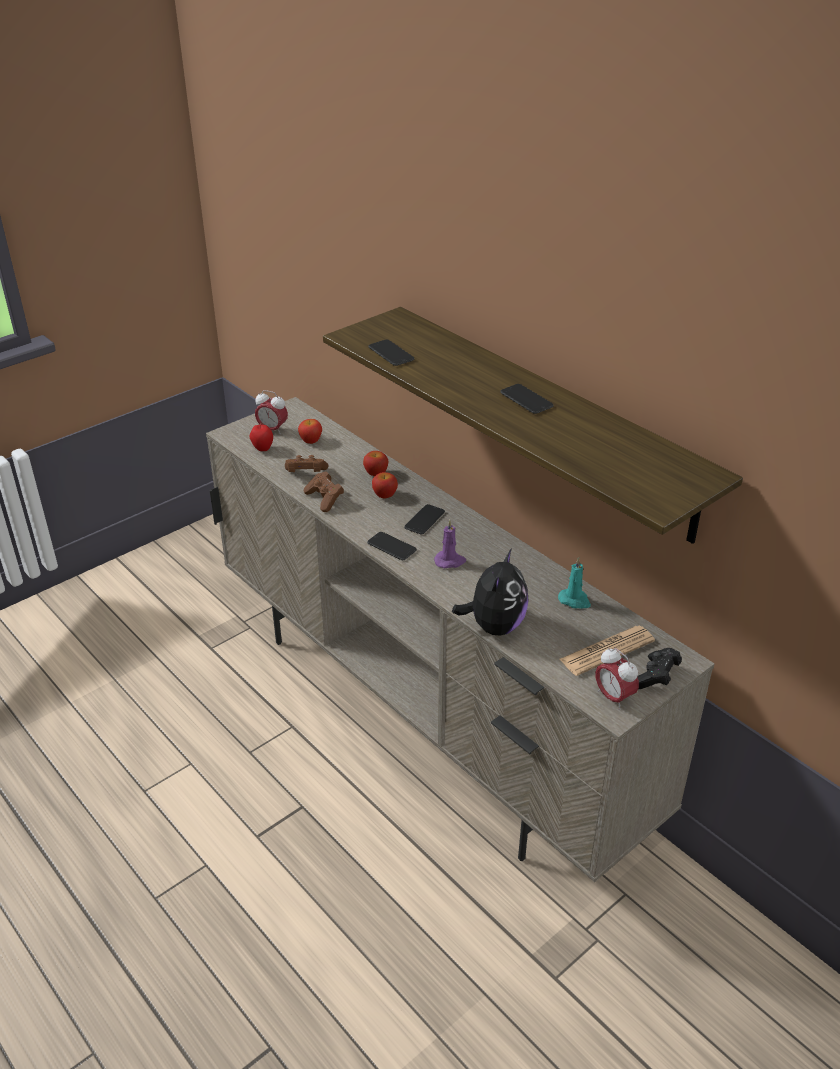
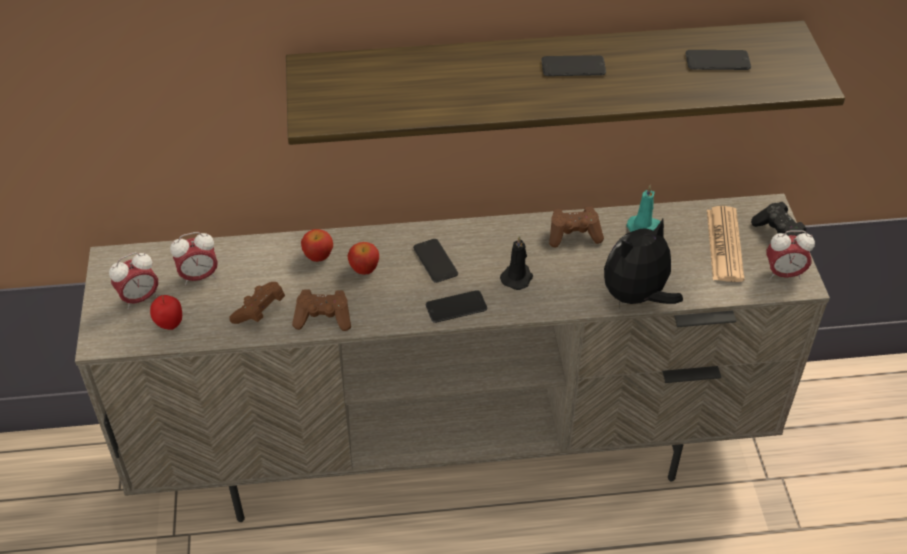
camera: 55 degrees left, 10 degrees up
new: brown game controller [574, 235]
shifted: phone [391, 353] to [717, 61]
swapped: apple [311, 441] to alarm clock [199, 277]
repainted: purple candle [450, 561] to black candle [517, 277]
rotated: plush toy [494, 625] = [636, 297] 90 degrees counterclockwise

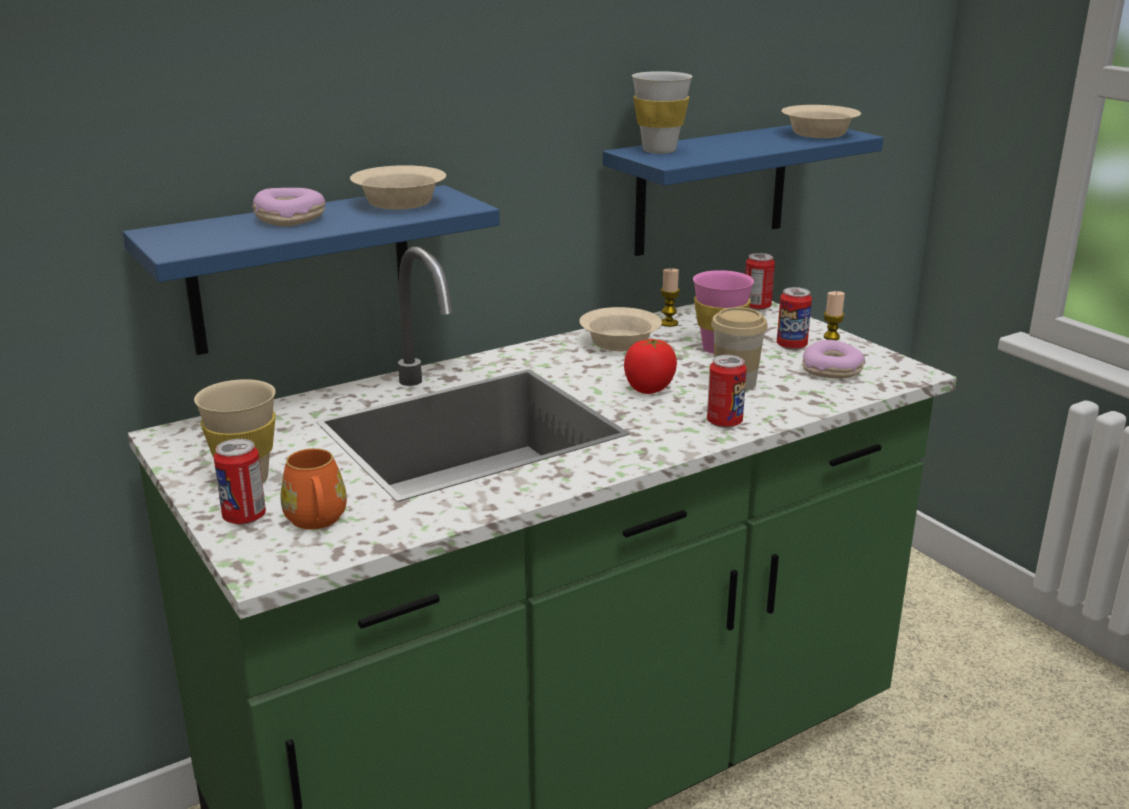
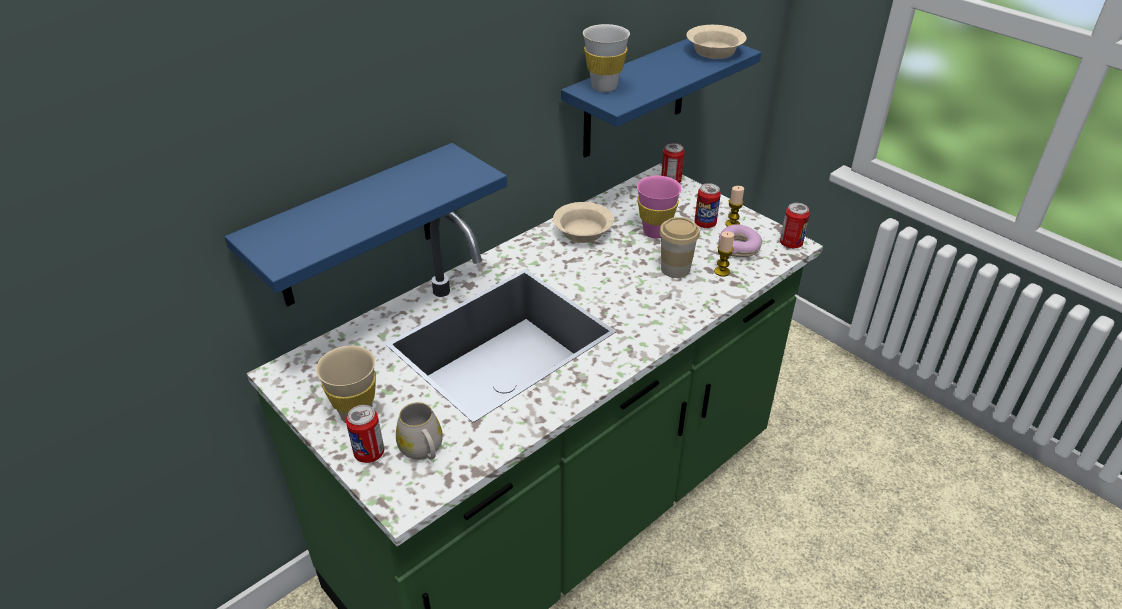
camera: 10 degrees left, 15 degrees up
gone: donut [289, 218]; beige bowl [401, 202]; tomato [648, 389]
shifted: candle [668, 323] to [722, 271]; can [724, 422] to [791, 244]
repainted: orange mug [317, 521] to white mug [423, 450]

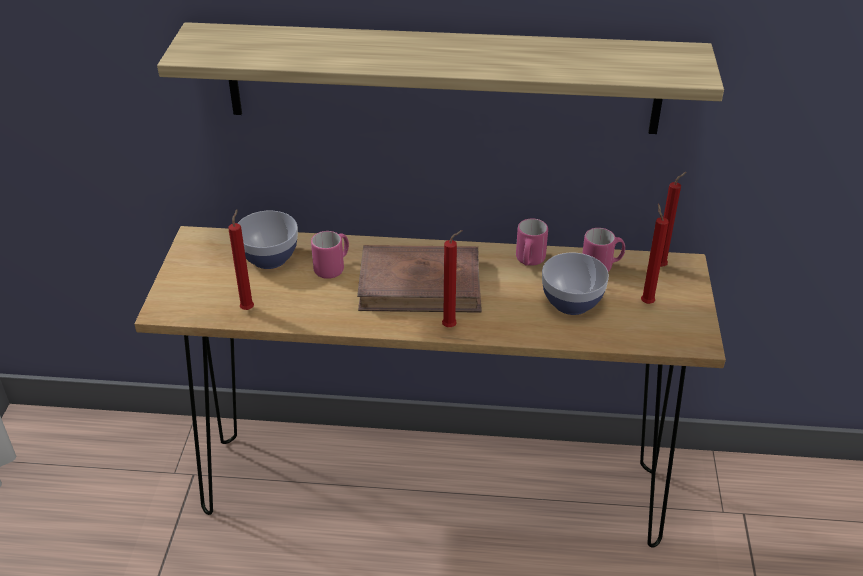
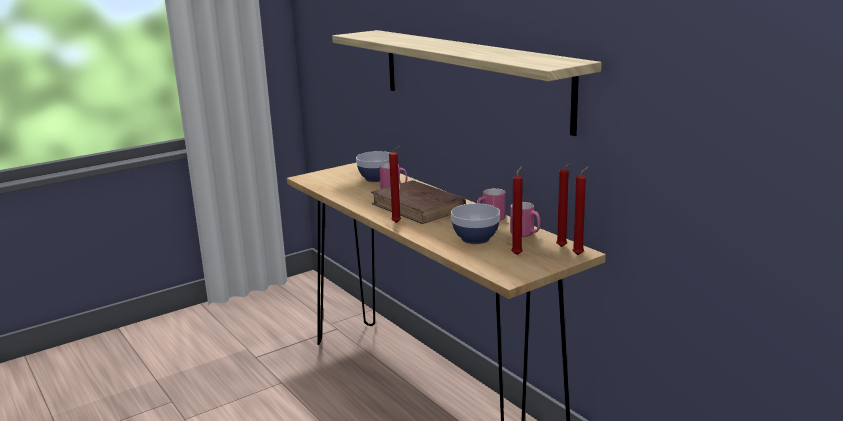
camera: 50 degrees right, 20 degrees down
shifted: red candle [248, 308] to [579, 254]

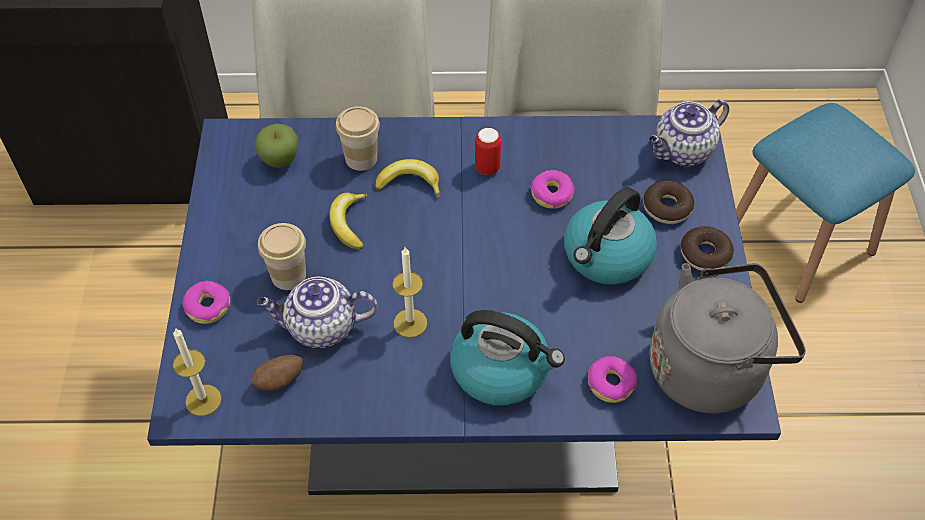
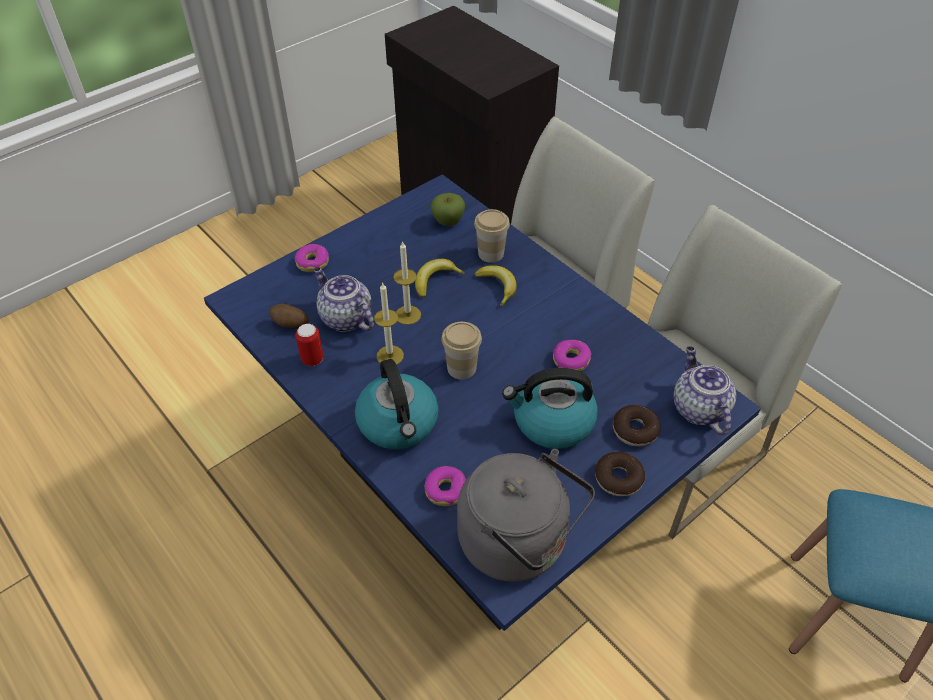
camera: 50 degrees right, 5 degrees down
shifted: candle [203, 400] to [408, 315]; cup [288, 276] to [461, 368]; can [487, 168] to [312, 359]
rotated: teapot [682, 152] = [698, 408] 60 degrees clockwise

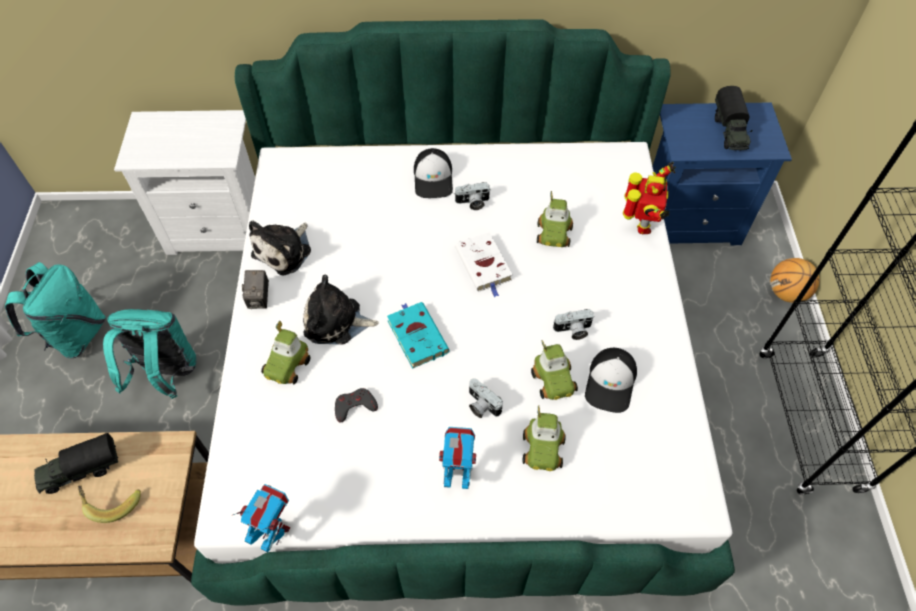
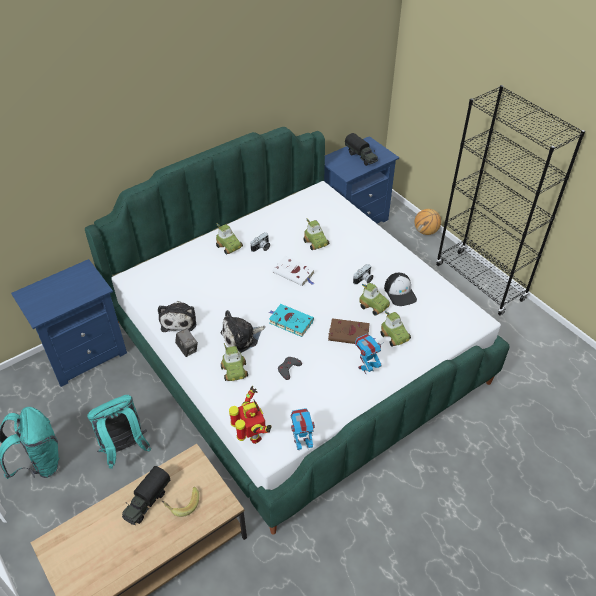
camera: 35 degrees left, 10 degrees down
shifted: toy robot [641, 225] to [252, 436]
swapped: cap [433, 179] to toy car [229, 246]; photo camera [481, 405] to brown book [350, 334]
repainted: white nightstand [220, 228] to blue nightstand [85, 354]

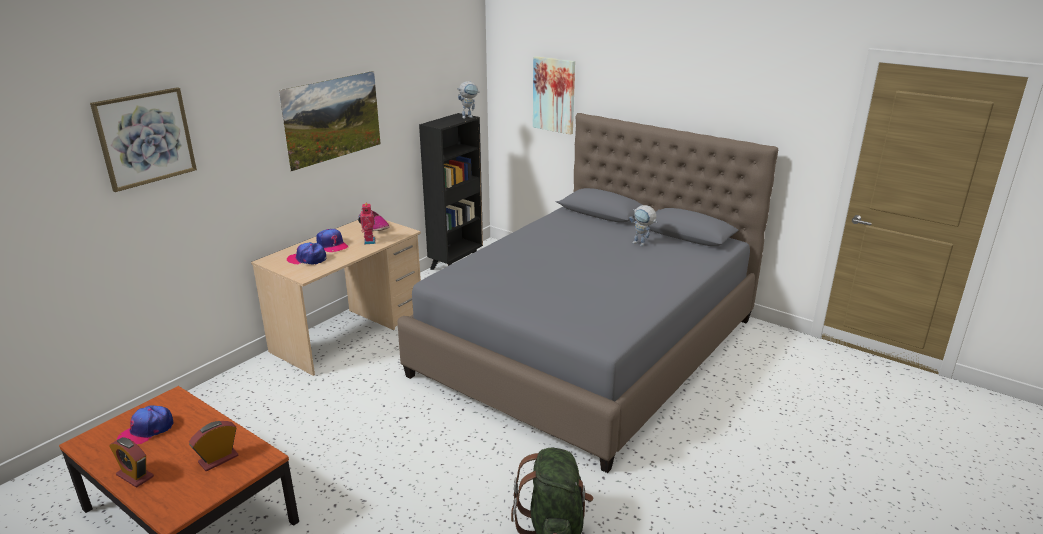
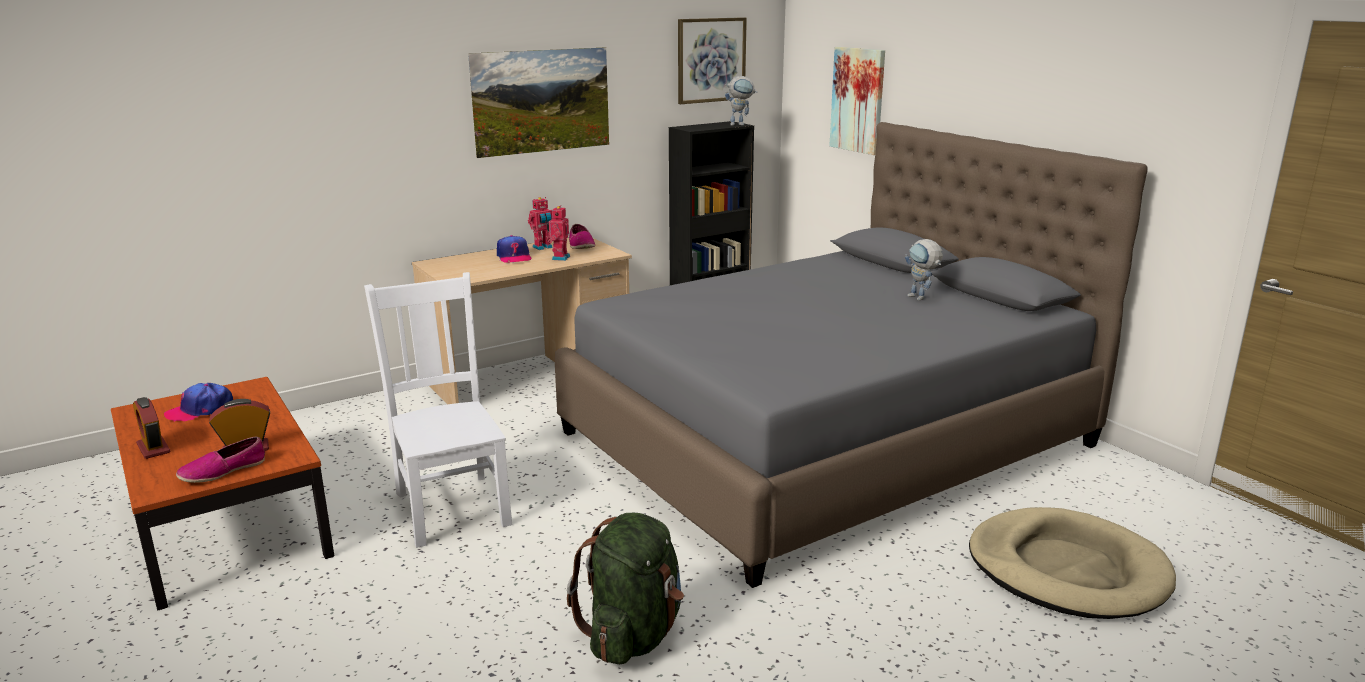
camera: 20 degrees right, 5 degrees down
gone: cap [307, 259]
new: shoe [223, 471]; white chair [452, 506]; toy robot [543, 247]; beige dog bed [1067, 570]
shifted: picture [145, 138] to [711, 60]

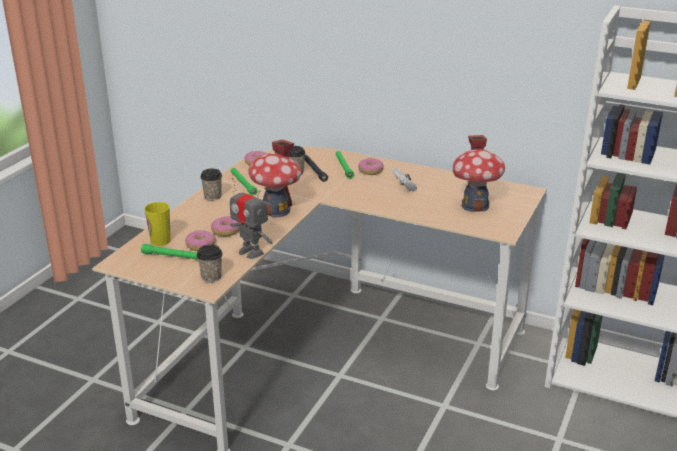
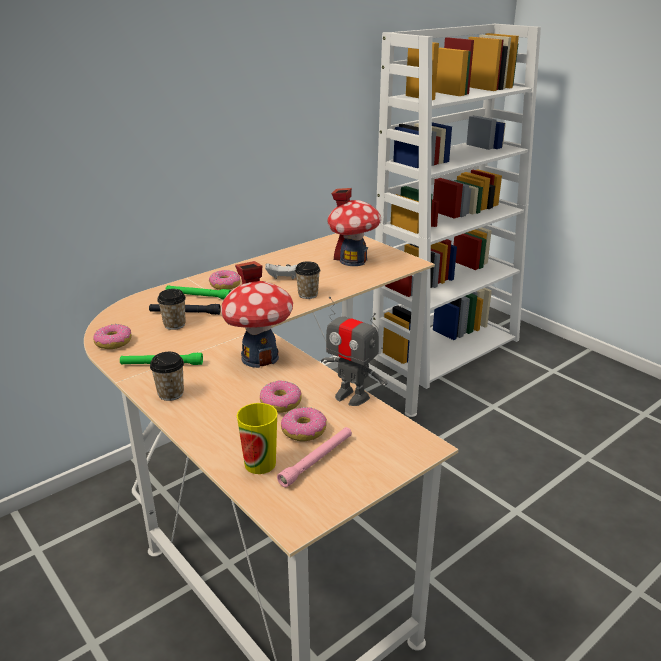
camera: 65 degrees left, 0 degrees up
shifted: cup [211, 277] to [308, 294]
repainted: green flashlight [173, 256] to pink flashlight [317, 460]
rotated: toy robot [251, 252] = [351, 396] 60 degrees clockwise

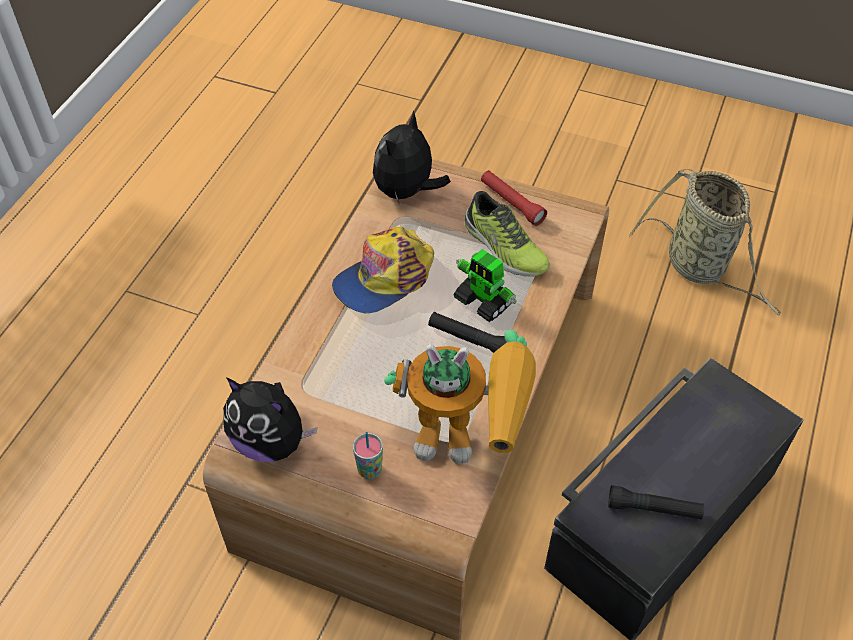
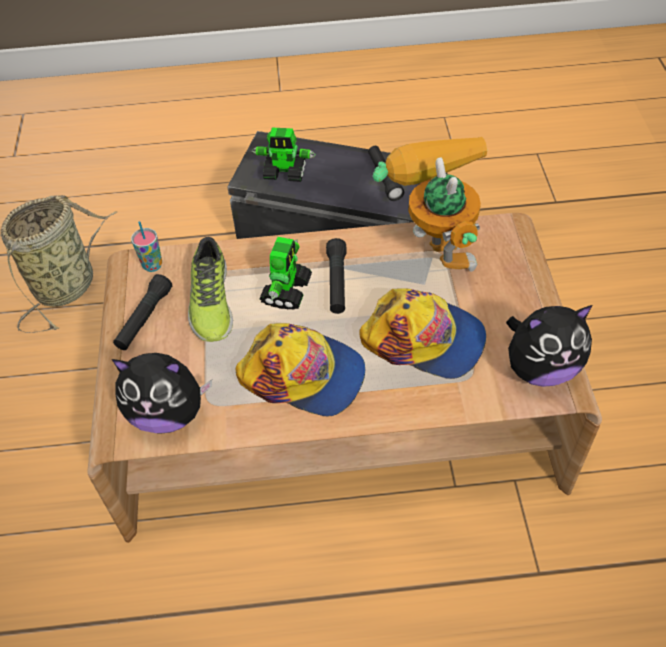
camera: 115 degrees left, 0 degrees up
new: toy robot [285, 173]; cap [424, 339]
shifted: cup [370, 470] to [152, 265]
repainted: red flashlight [512, 203] to black flashlight [144, 319]
rotated: plush toy [271, 442] = [540, 368] 75 degrees clockwise; shoe [504, 248] = [210, 302] 150 degrees clockwise

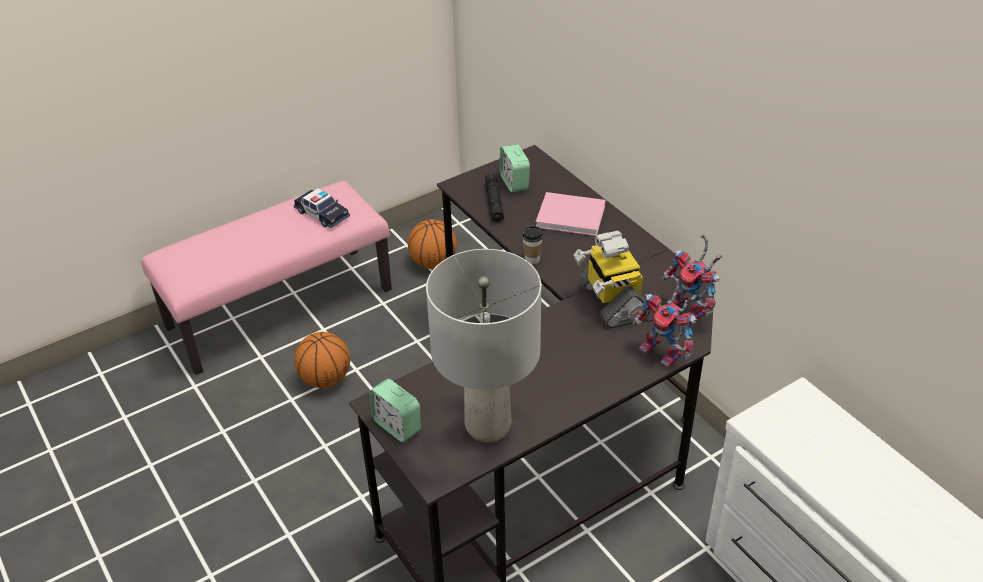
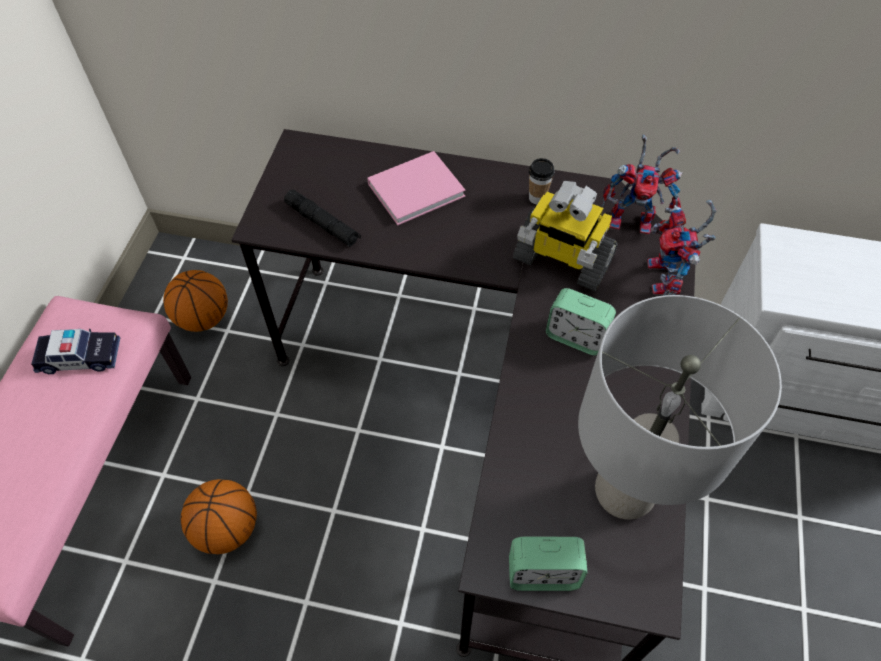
camera: 45 degrees left, 15 degrees up
shifted: alarm clock [514, 183] to [576, 336]; cup [532, 259] to [537, 198]
rotated: toy robot [665, 353] = [667, 281] 90 degrees clockwise

